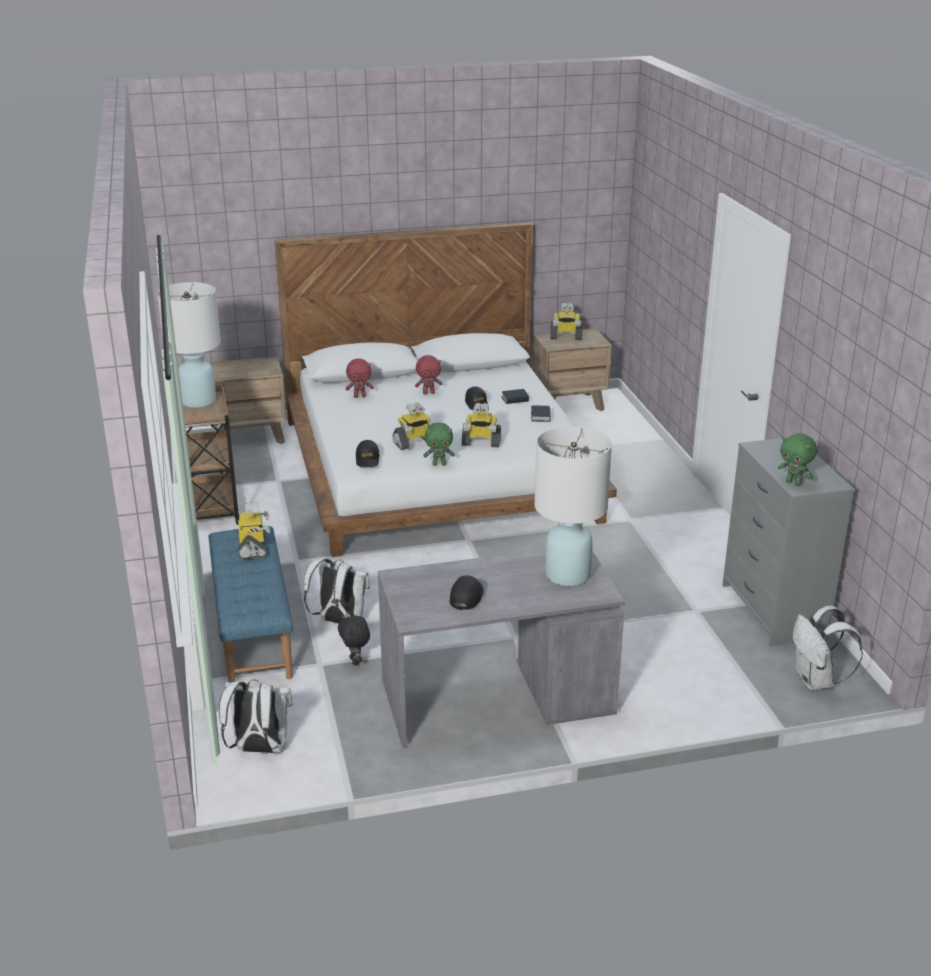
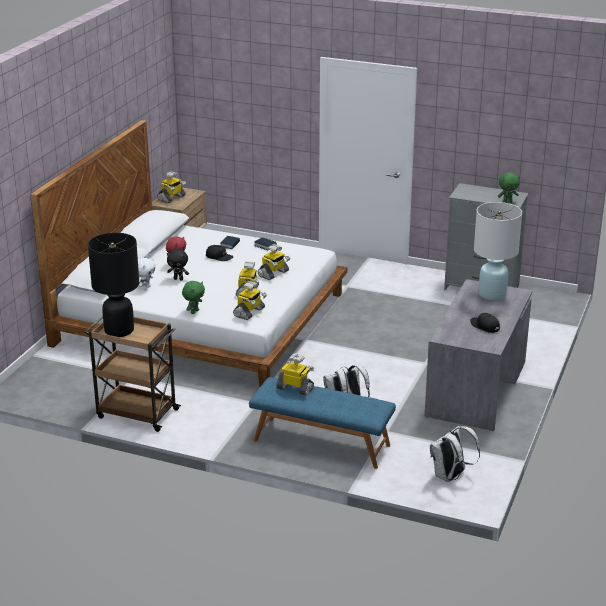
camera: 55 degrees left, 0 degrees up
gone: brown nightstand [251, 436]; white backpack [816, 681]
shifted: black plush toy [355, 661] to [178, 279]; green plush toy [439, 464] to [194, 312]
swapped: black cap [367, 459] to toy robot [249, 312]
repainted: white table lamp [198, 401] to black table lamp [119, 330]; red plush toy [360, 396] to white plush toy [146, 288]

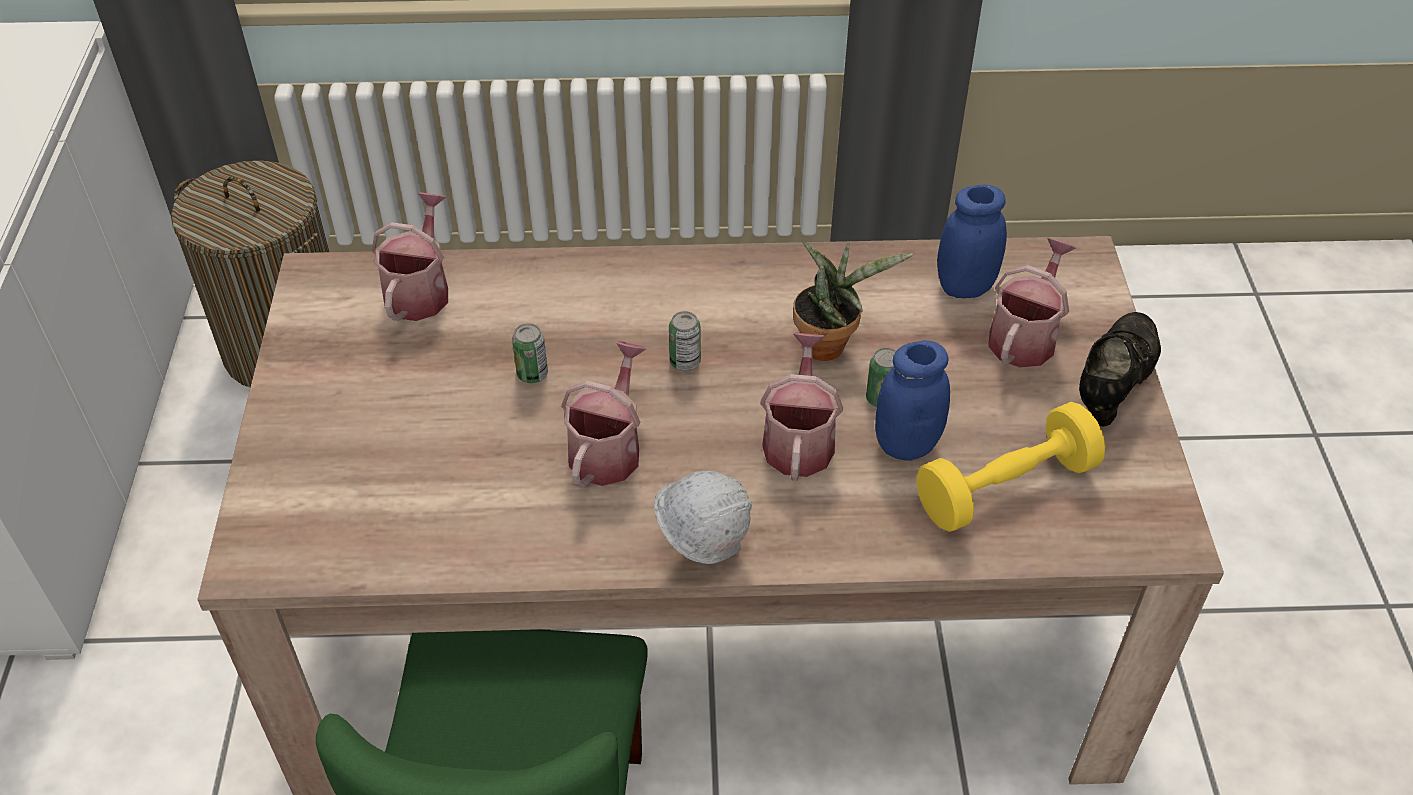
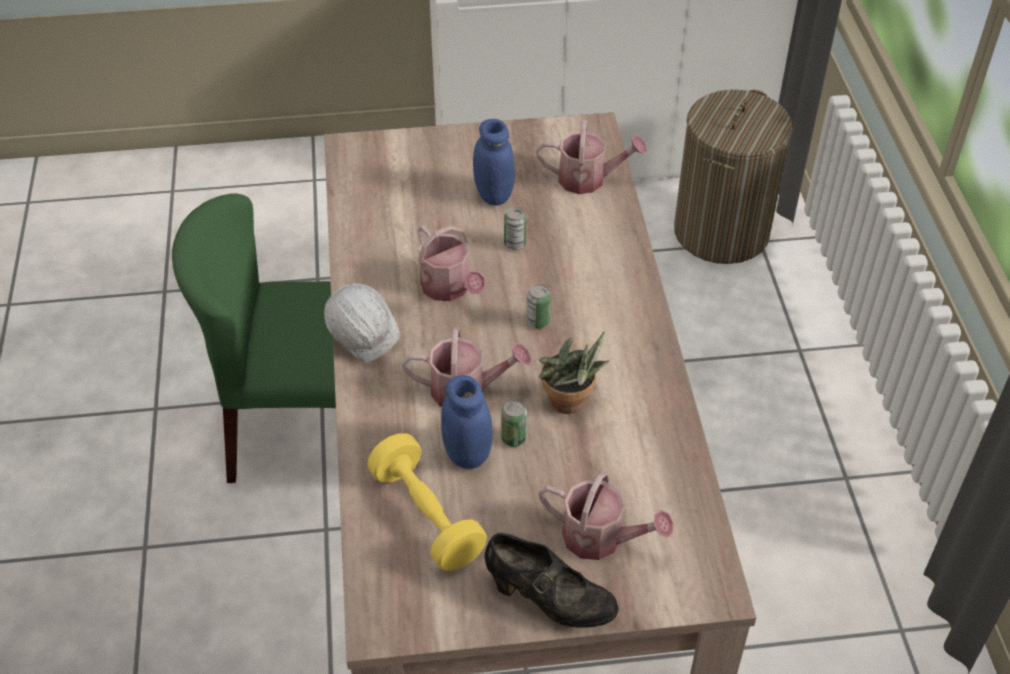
camera: 85 degrees right, 0 degrees up
shifted: blue jar [965, 287] to [494, 195]
rotated: watering can [608, 448] = [449, 288] 45 degrees clockwise

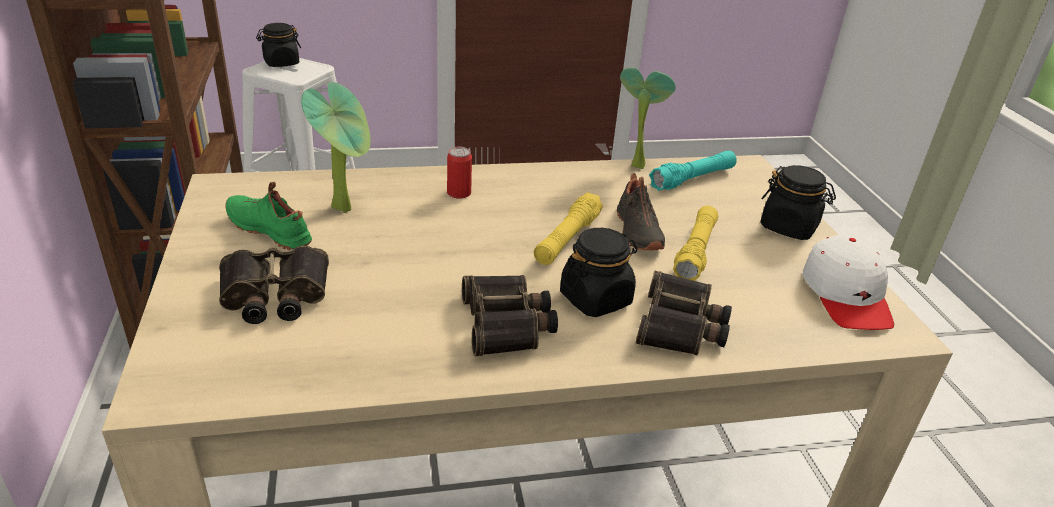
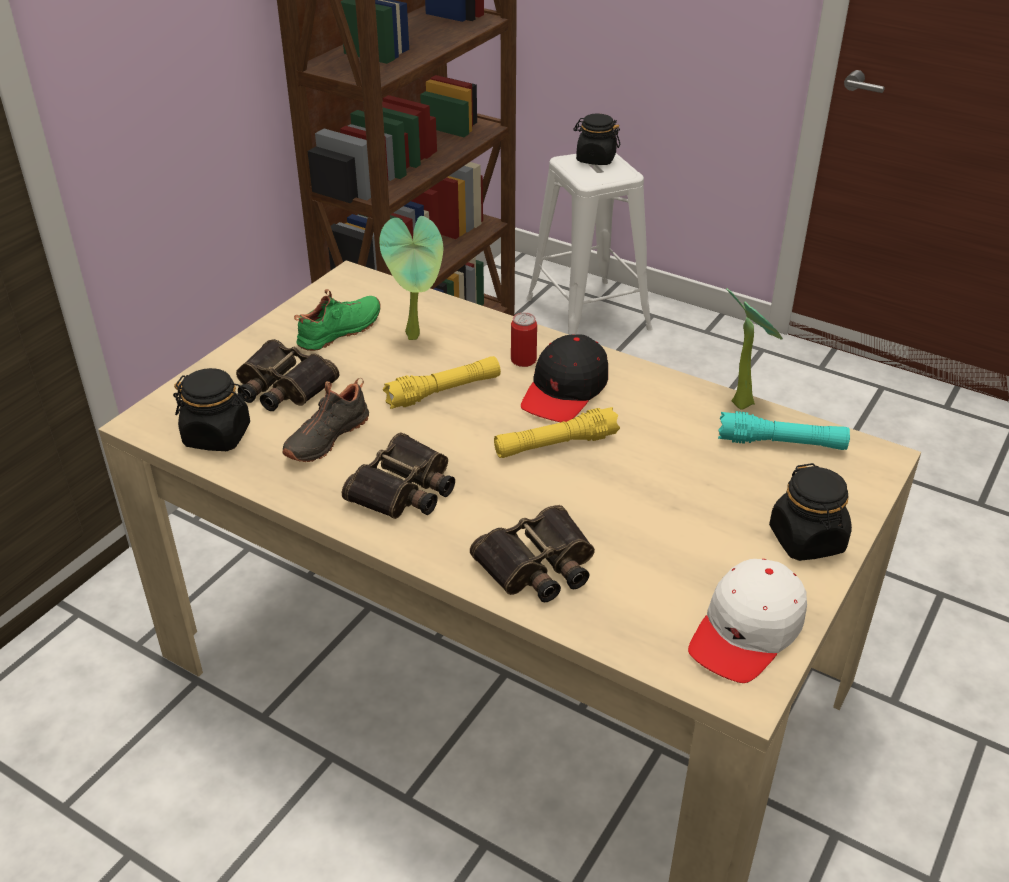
camera: 45 degrees right, 5 degrees up
new: black cap [565, 391]
shifted: black jar [596, 299] to [218, 436]; black shoe [636, 231] to [325, 437]; yellow flashlight [695, 252] to [443, 392]
rotated: green shoe [271, 229] = [341, 332] 60 degrees clockwise

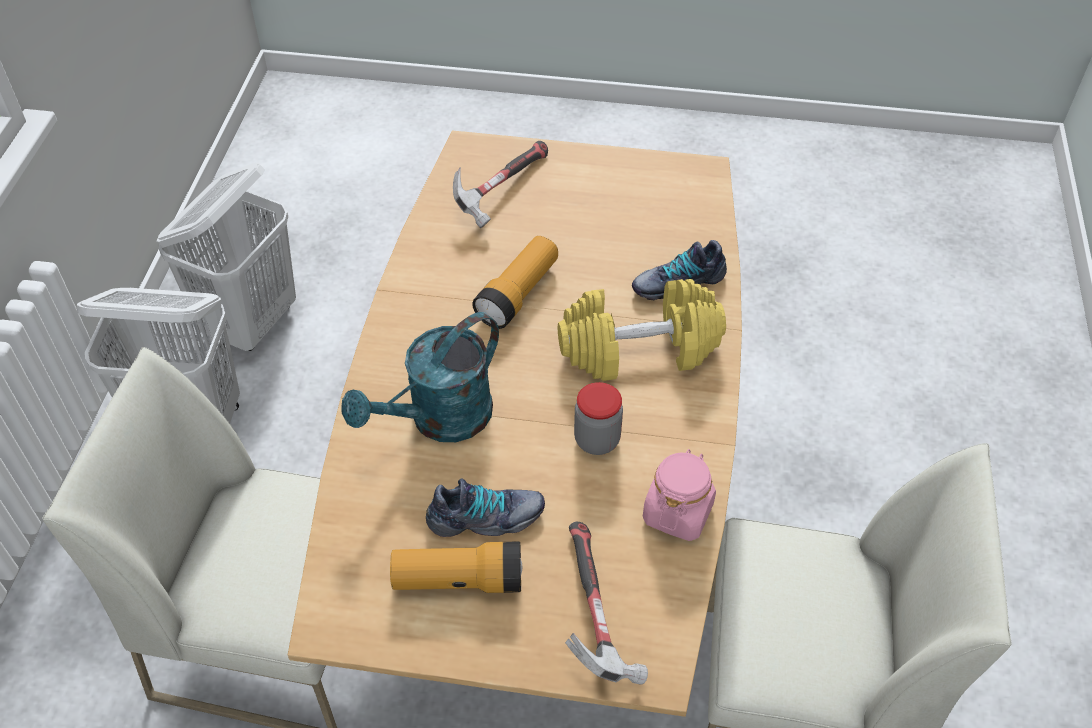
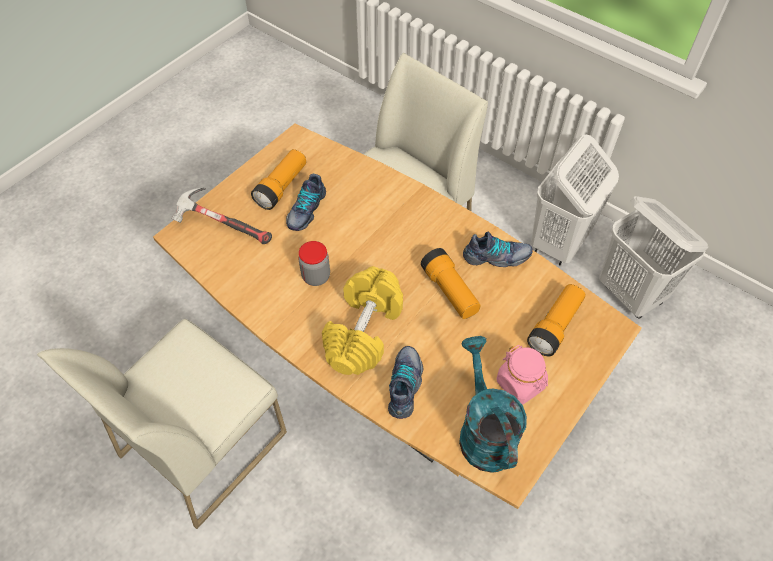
camera: 120 degrees right, 5 degrees up
new: shoe [496, 257]
shifted: turquoise watering can [439, 420] to [483, 430]; pink jar [677, 512] to [520, 384]
swapped: hammer [501, 191] to flashlight [555, 326]

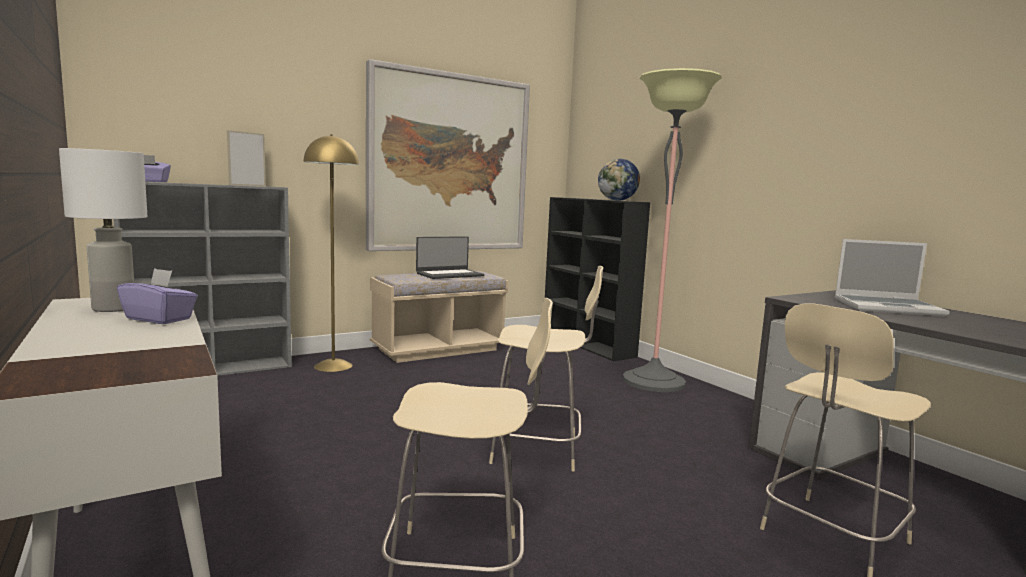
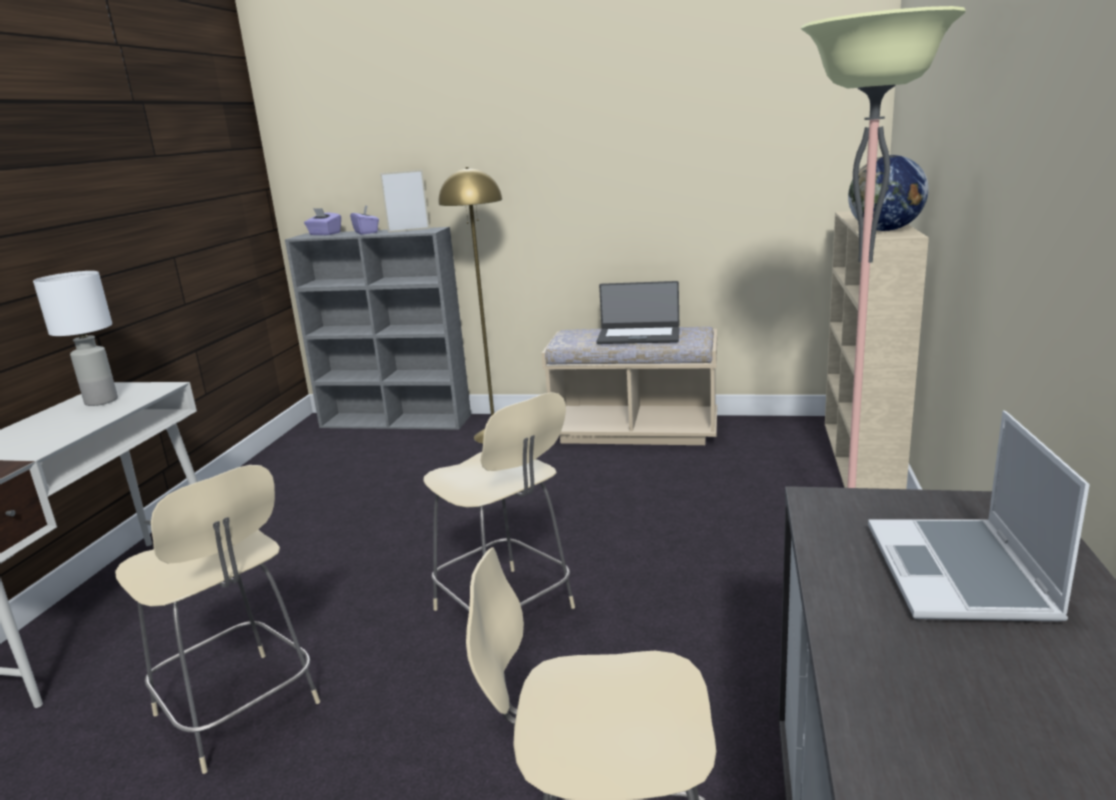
camera: 45 degrees right, 10 degrees up
gone: picture [449, 163]
shifted: purple tissue box [159, 319] to [366, 232]
repainted: black bookcase [588, 344] to beige bookcase [861, 459]
rotated: laptop [888, 307] = [961, 573] 45 degrees clockwise

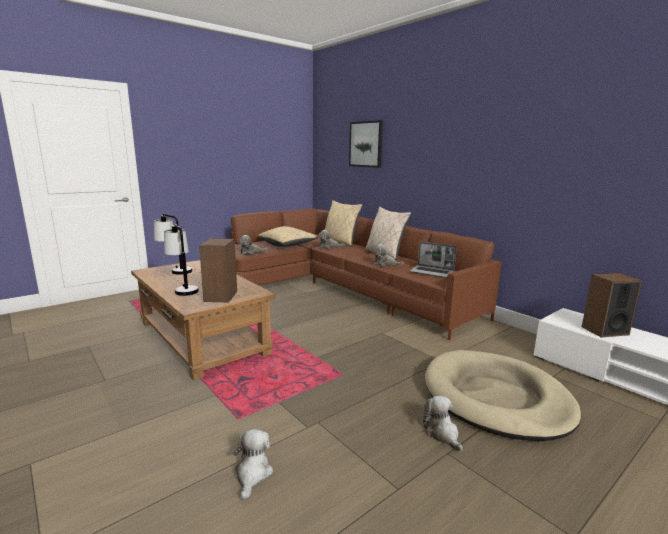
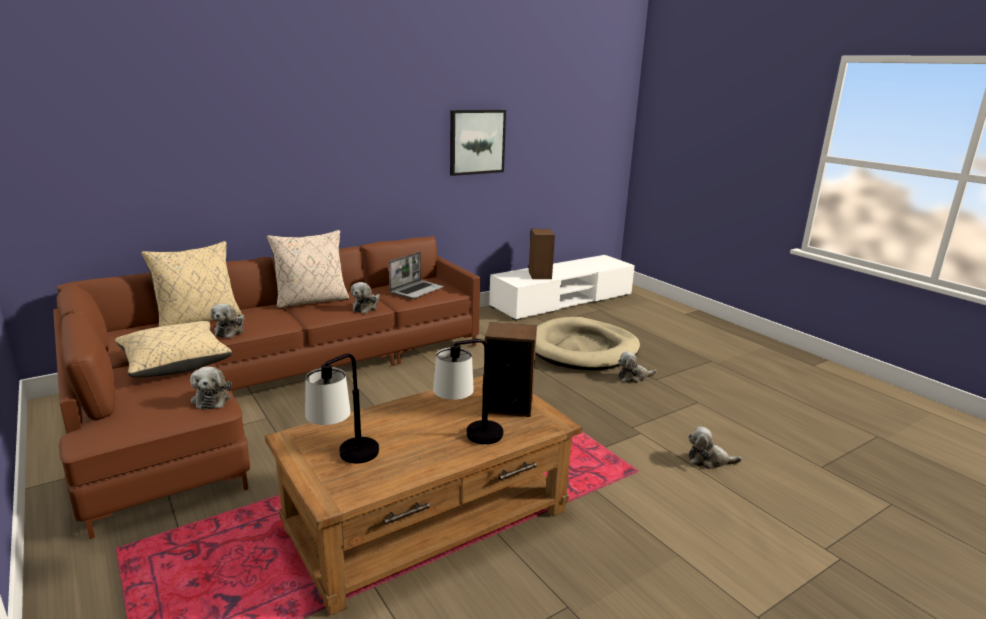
camera: 85 degrees left, 5 degrees up
shifted: picture [366, 144] to [476, 142]

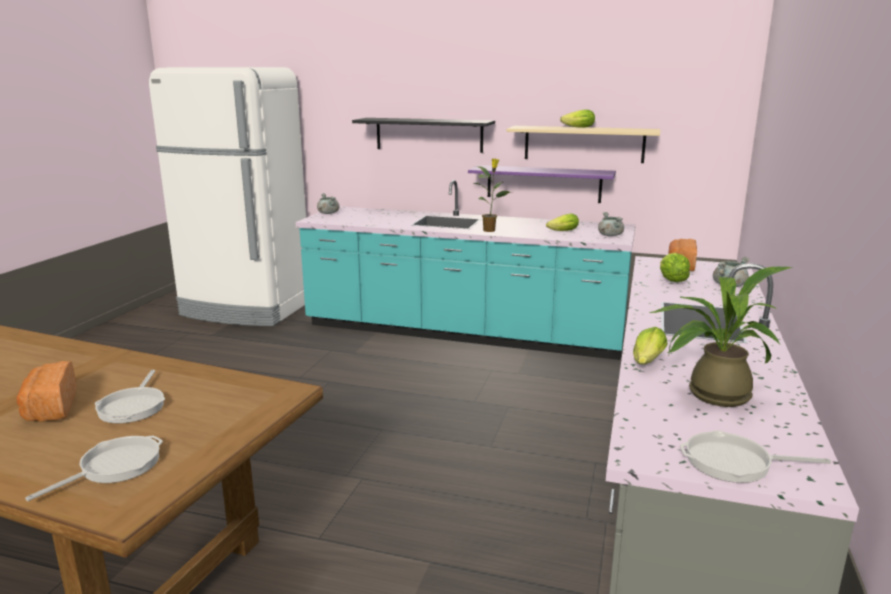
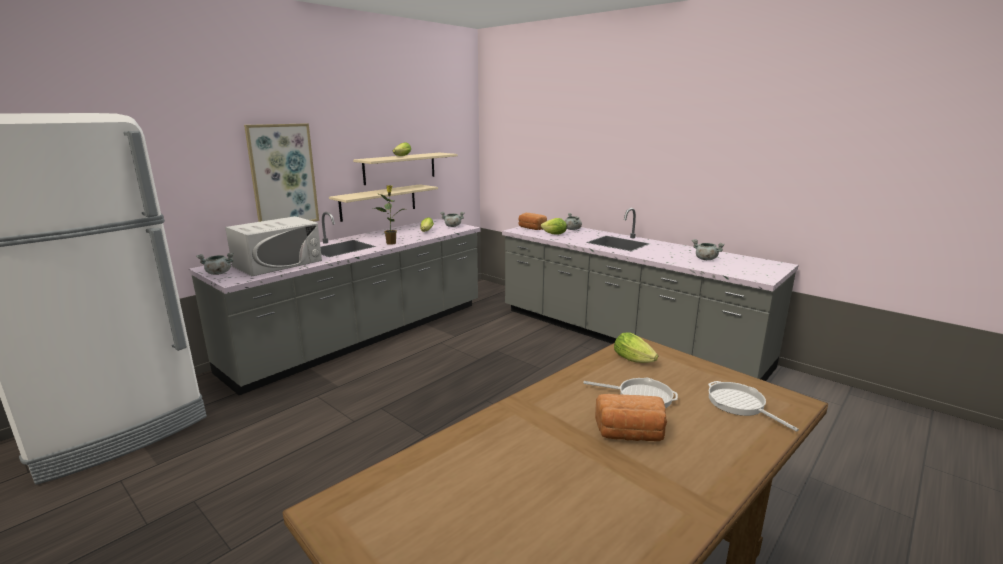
camera: 65 degrees left, 0 degrees up
gone: frying pan [734, 463]
new: white microwave [278, 263]
shifted: lettuce [646, 362] to [635, 360]
swapped: black shelf [429, 135] to picture [283, 176]; potted plant [710, 394] to grey cooking pot [705, 259]
repainted: turquoise counter [463, 332] to grey counter [364, 336]; purple shelf [543, 183] to beige shelf [378, 202]

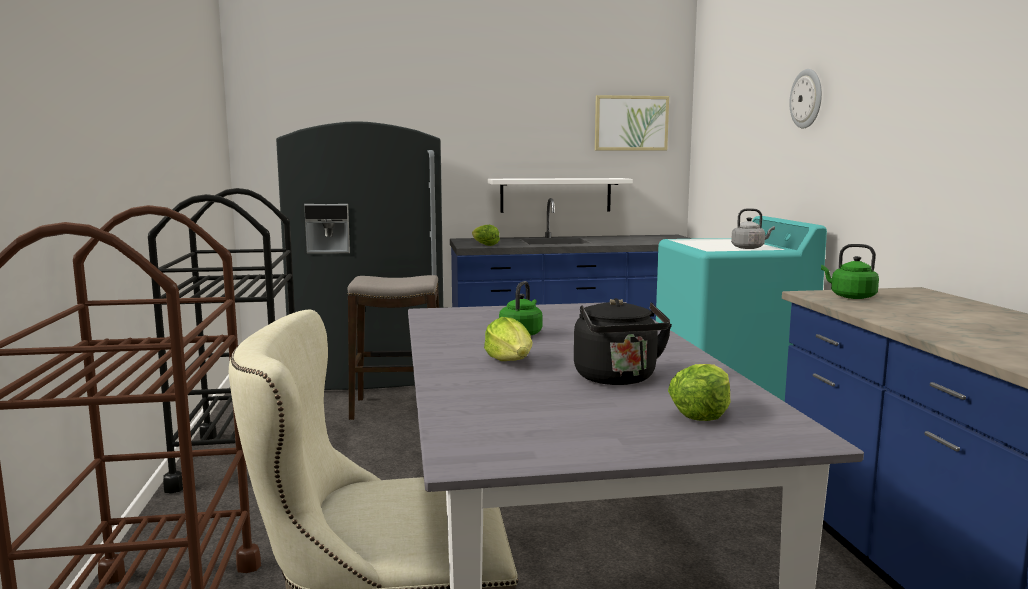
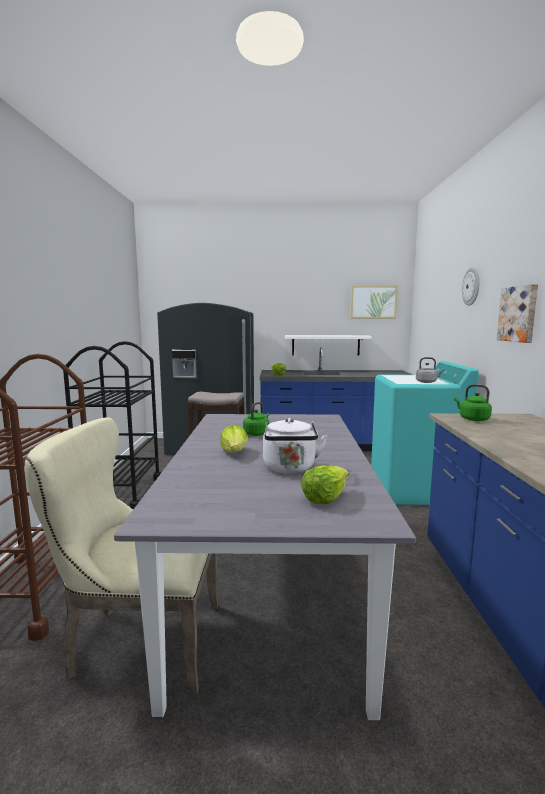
camera: 10 degrees right, 0 degrees up
new: picture [519, 314]
repainted: black kettle [618, 379] to white kettle [290, 469]

